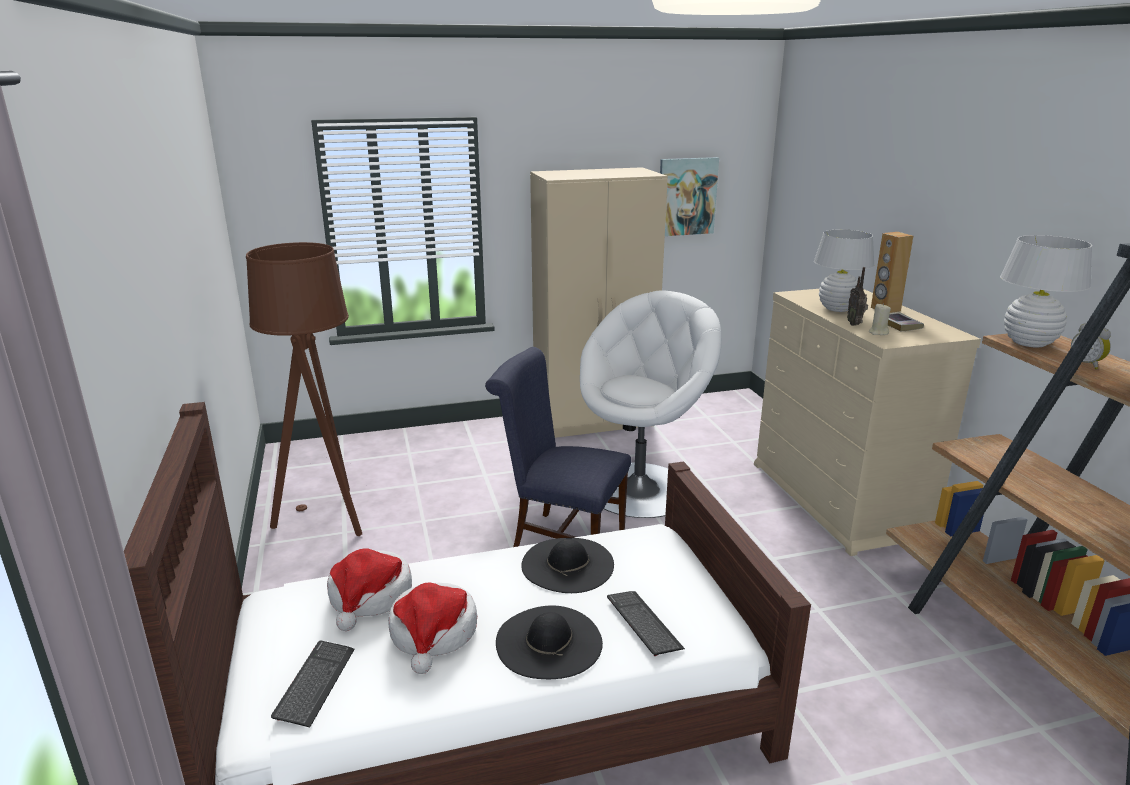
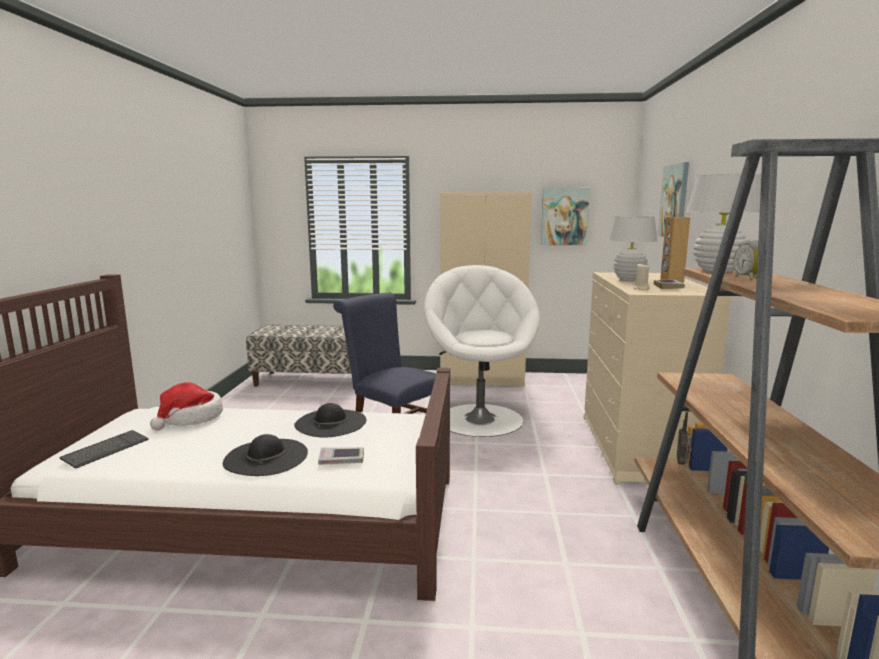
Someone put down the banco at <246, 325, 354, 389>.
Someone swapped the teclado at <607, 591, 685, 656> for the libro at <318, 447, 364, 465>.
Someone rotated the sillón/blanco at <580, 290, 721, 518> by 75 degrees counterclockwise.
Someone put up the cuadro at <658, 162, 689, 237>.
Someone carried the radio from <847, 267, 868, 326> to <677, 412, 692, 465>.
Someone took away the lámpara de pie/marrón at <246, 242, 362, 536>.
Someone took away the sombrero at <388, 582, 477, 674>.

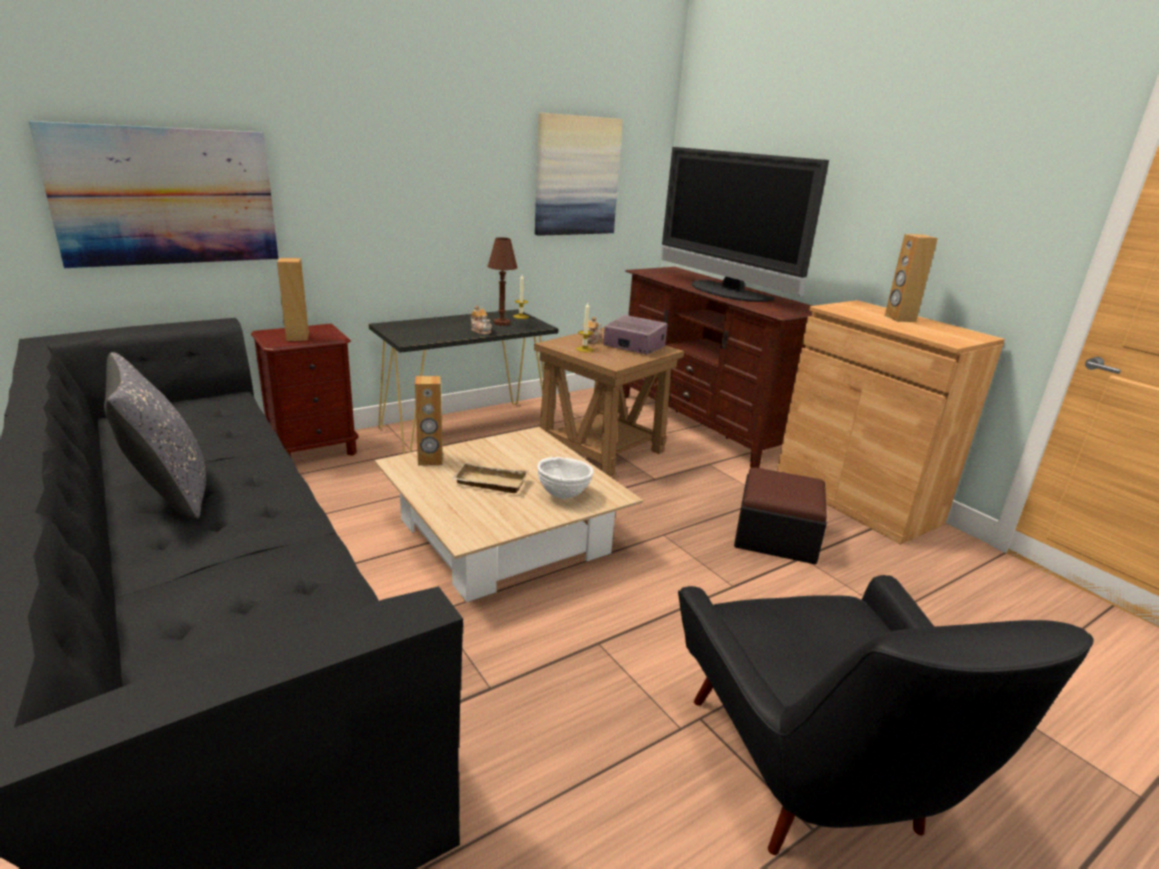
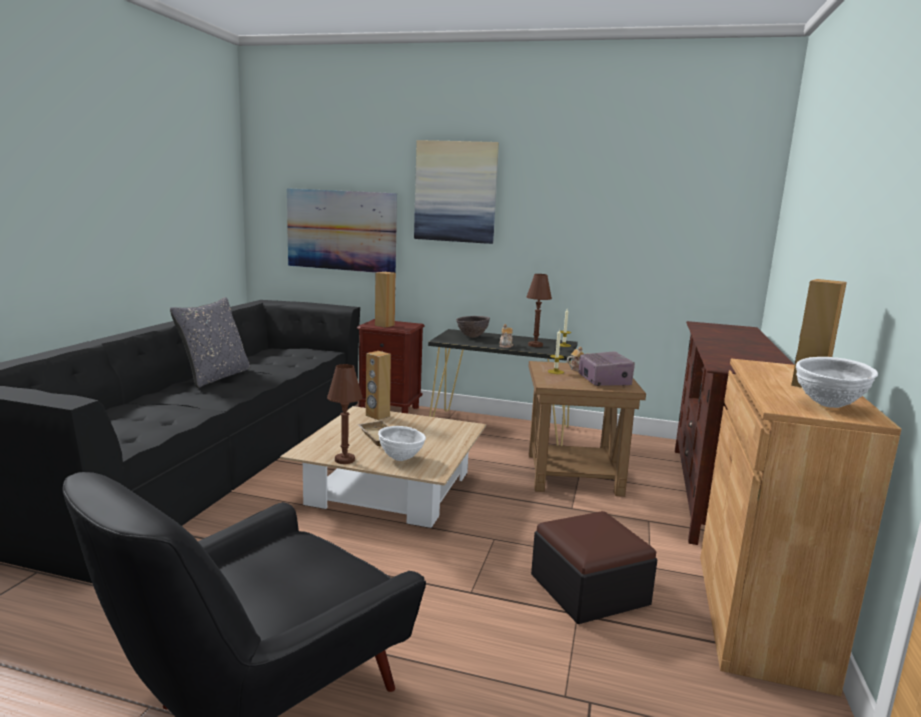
Someone put down the lámpara de mesa/marrón at <327, 364, 363, 464>.
Someone carried the cuadro from <535, 113, 623, 236> to <414, 140, 499, 244>.
Someone put down the cuenco/marrón at <456, 316, 490, 338>.
Someone put down the cuenco/blanco at <796, 357, 878, 408>.
Someone took away the televisor at <661, 147, 829, 302>.

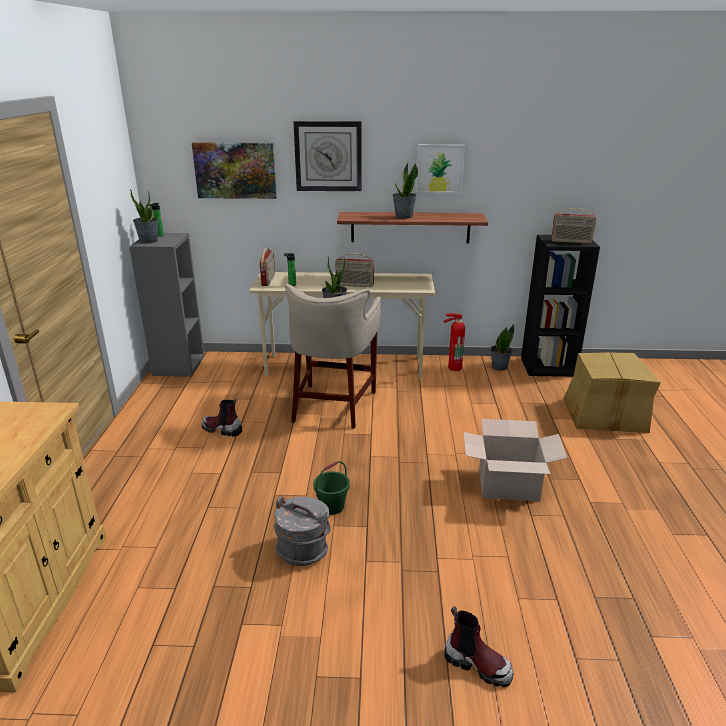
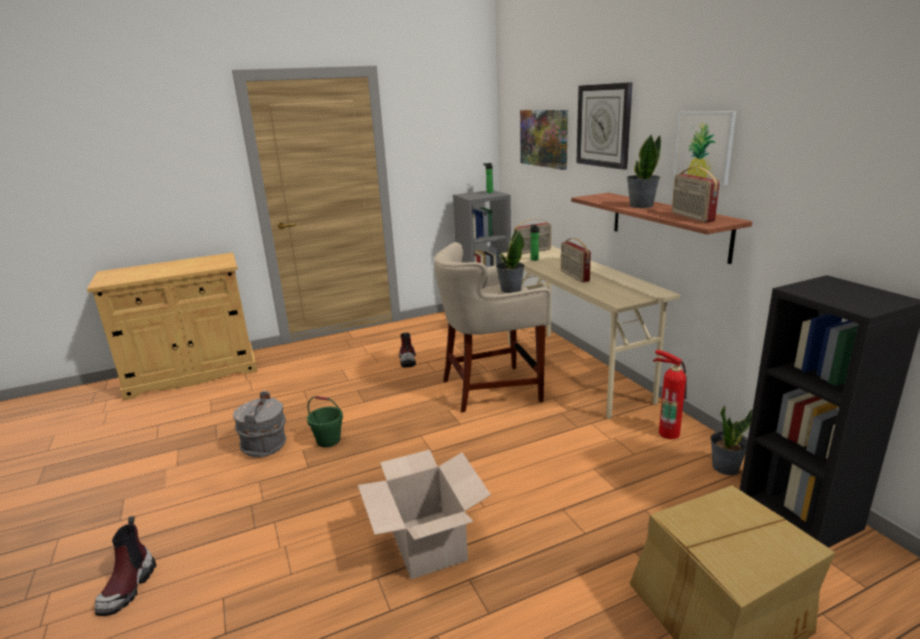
Someone carried the radio from <551, 208, 596, 244> to <672, 167, 720, 222>.
Someone took away the planta en maceta at <130, 189, 158, 244>.

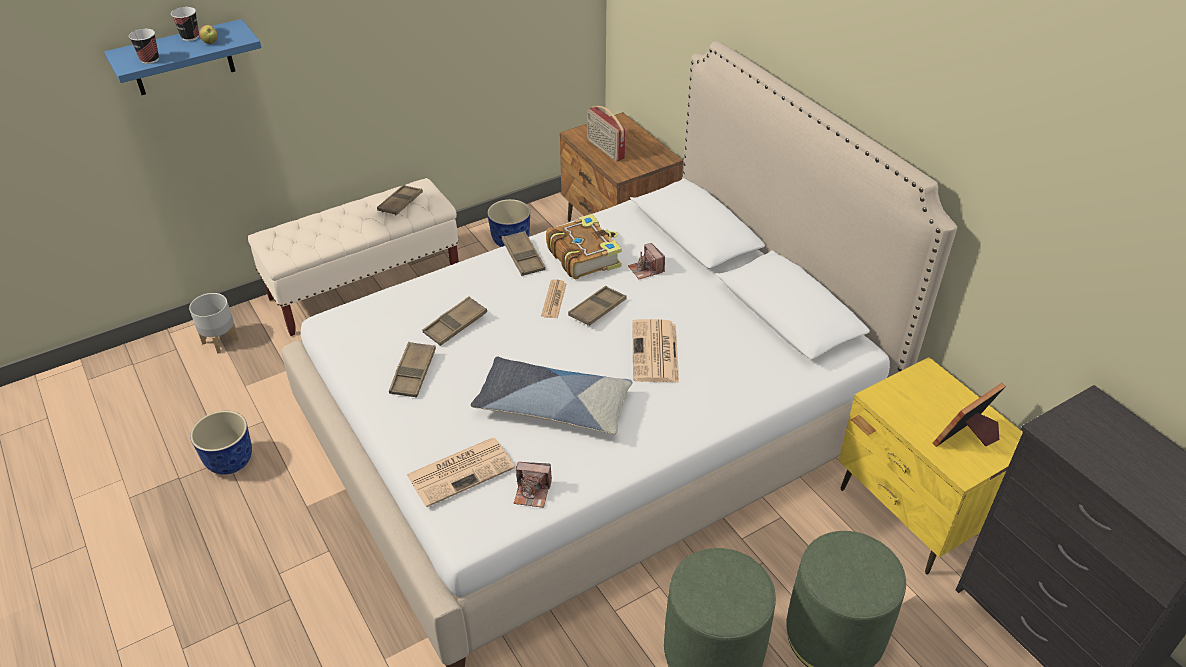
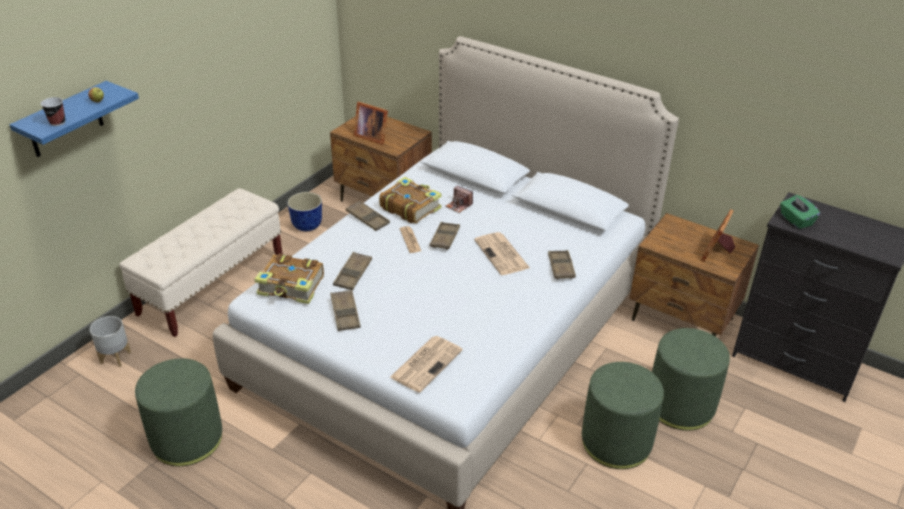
Someone swapped the maceta at <190, 411, 252, 475> for the puf/verde at <135, 358, 222, 466>.
Someone put down the libro at <254, 254, 324, 304>.
Someone swapped the radio at <587, 106, 625, 161> for the portarretratos at <354, 102, 388, 145>.
Someone carried the bandeja/marrón from <377, 185, 423, 216> to <548, 250, 576, 279>.
Someone repainted the mesita de noche/amarillo at <838, 357, 1023, 574>, which became the mesita de noche/marrón at <629, 213, 759, 337>.
Someone put down the caja de pañuelos/verde at <780, 195, 820, 229>.
Someone took away the taza at <171, 7, 199, 41>.
Someone took away the cojín at <471, 357, 633, 434>.
Someone took away the cámara at <514, 462, 552, 508>.

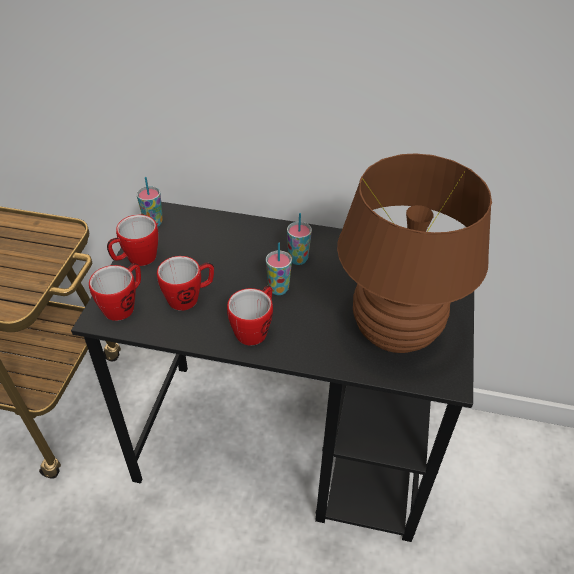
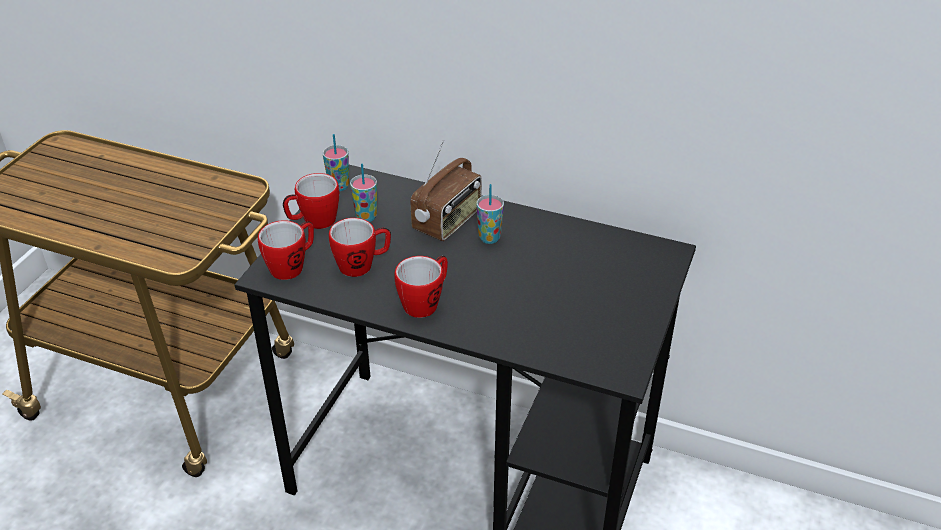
Someone carried the taza from <266, 243, 292, 295> to <350, 164, 377, 222>.
Someone put down the radio at <411, 140, 482, 241>.
Someone took away the lámpara de mesa/marrón at <337, 153, 492, 353>.

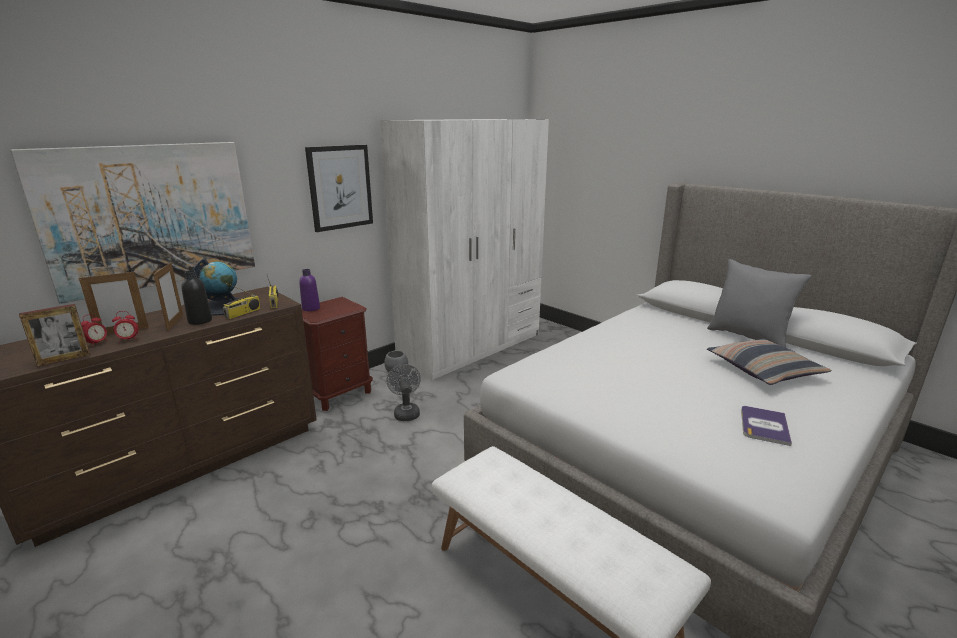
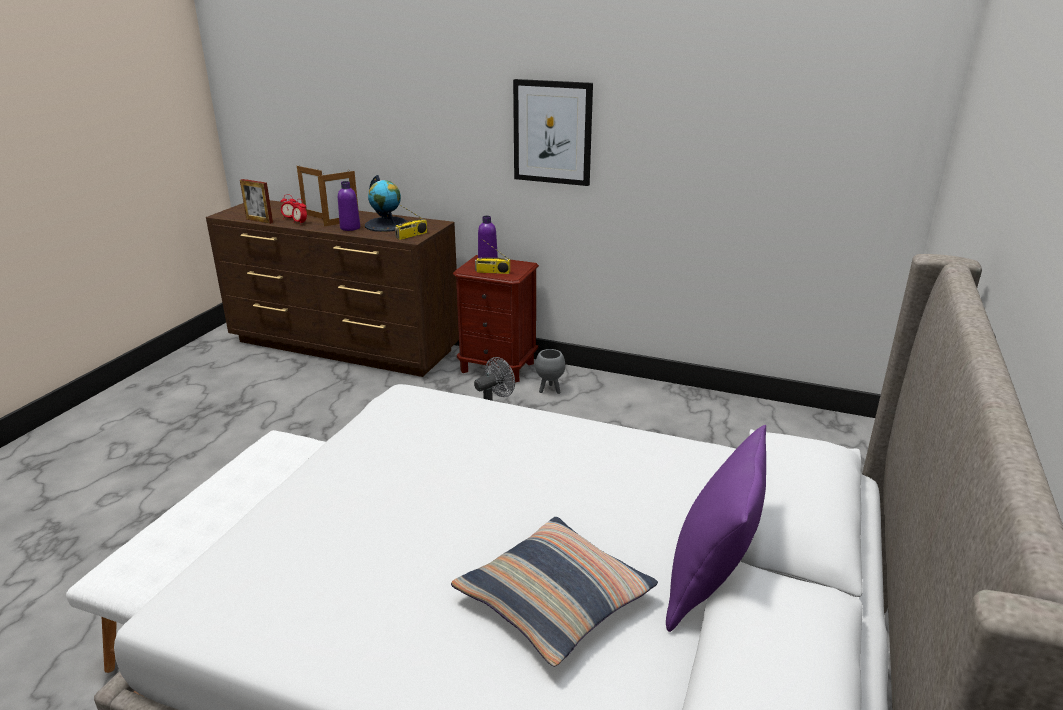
Someone repainted the botella/negro at <182, 270, 212, 325>, which became the botella/morado at <338, 181, 360, 231>.
Someone carried the radio from <223, 282, 261, 319> to <475, 239, 510, 274>.
Someone repainted the cojín/gris at <707, 259, 811, 348>, which became the cojín/morado at <666, 425, 766, 632>.
Someone took away the cuadro at <10, 142, 255, 304>.
Someone took away the armario ropero/blanco at <380, 119, 549, 381>.
Someone took away the libro at <741, 406, 792, 446>.

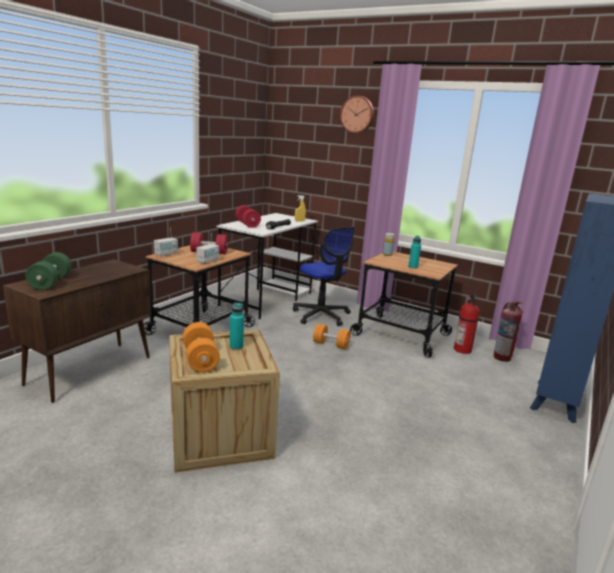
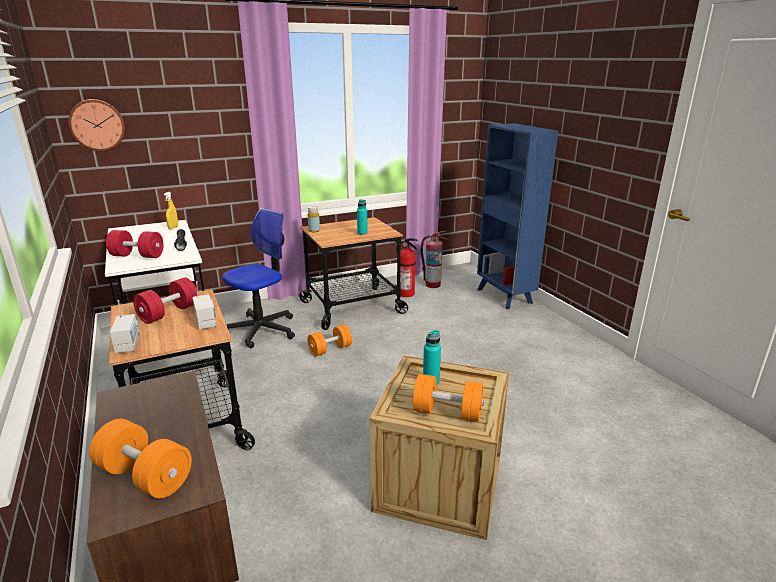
Someone carried the reloj de pared from <340, 96, 374, 134> to <68, 99, 125, 151>.
Someone repainted the mancuerna/verde at <25, 252, 72, 290>, which became the mancuerna/naranja at <89, 419, 192, 498>.
Someone rotated the silla de oficina at <293, 227, 355, 326> by 45 degrees counterclockwise.

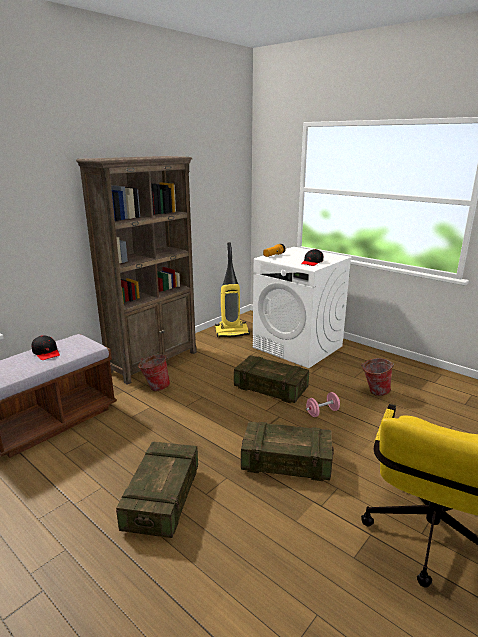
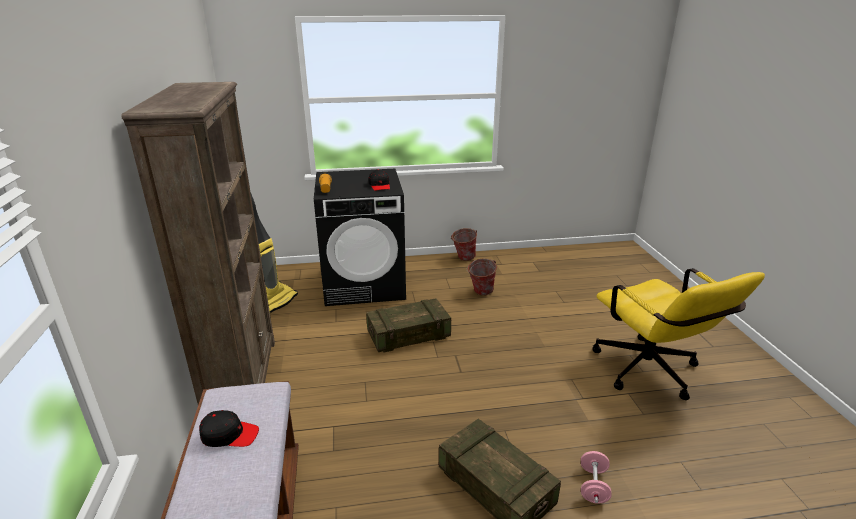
Someone repainted the lavadora/blanco at <253, 247, 352, 368>, which became the lavadora/negro at <314, 169, 406, 306>.
Someone carried the cubo from <138, 354, 170, 391> to <450, 228, 477, 261>.
Someone carried the mancuerna/rosa from <306, 392, 340, 417> to <581, 451, 612, 504>.
Someone took away the caja de embalaje at <241, 421, 334, 481>.

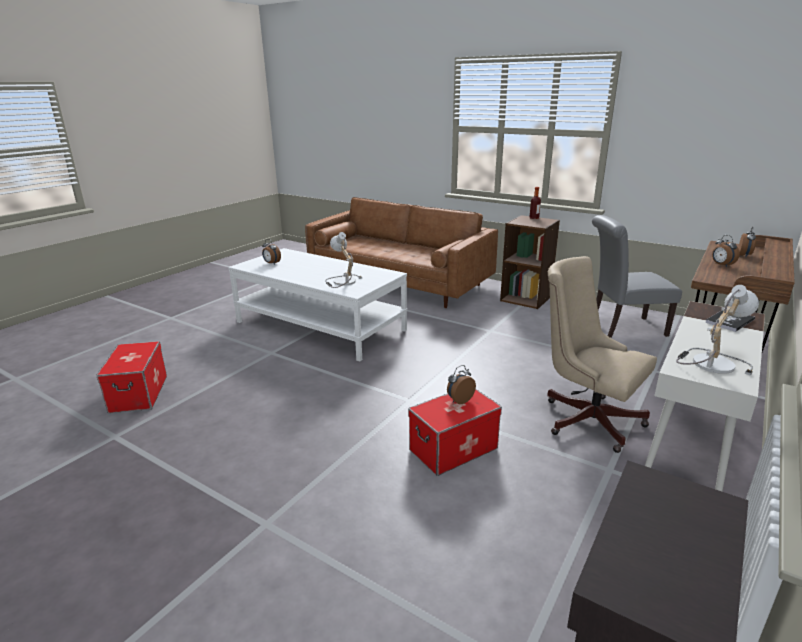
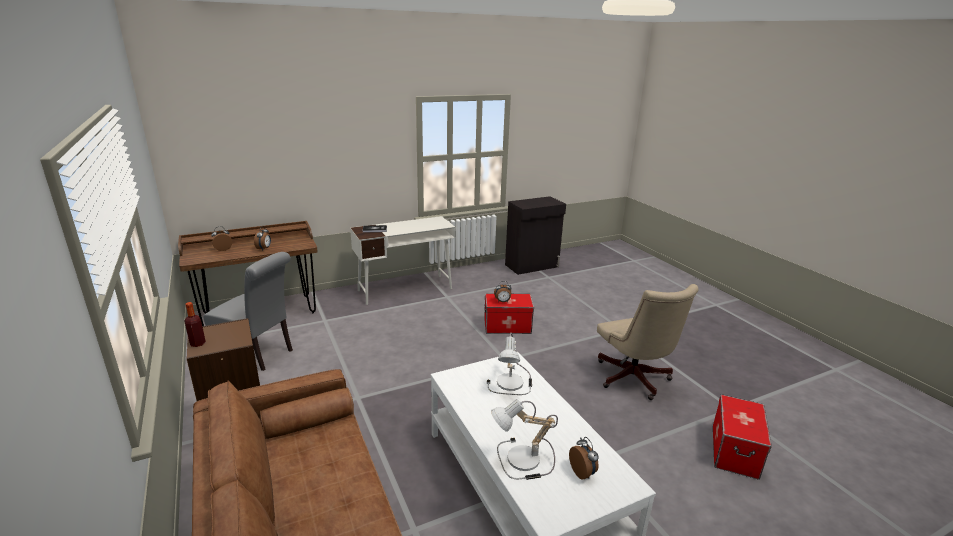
Someone carried the lámpara de mesa from <676, 285, 759, 375> to <491, 399, 558, 480>.
Someone carried the silla de oficina/beis from <547, 256, 657, 453> to <597, 284, 698, 400>.

